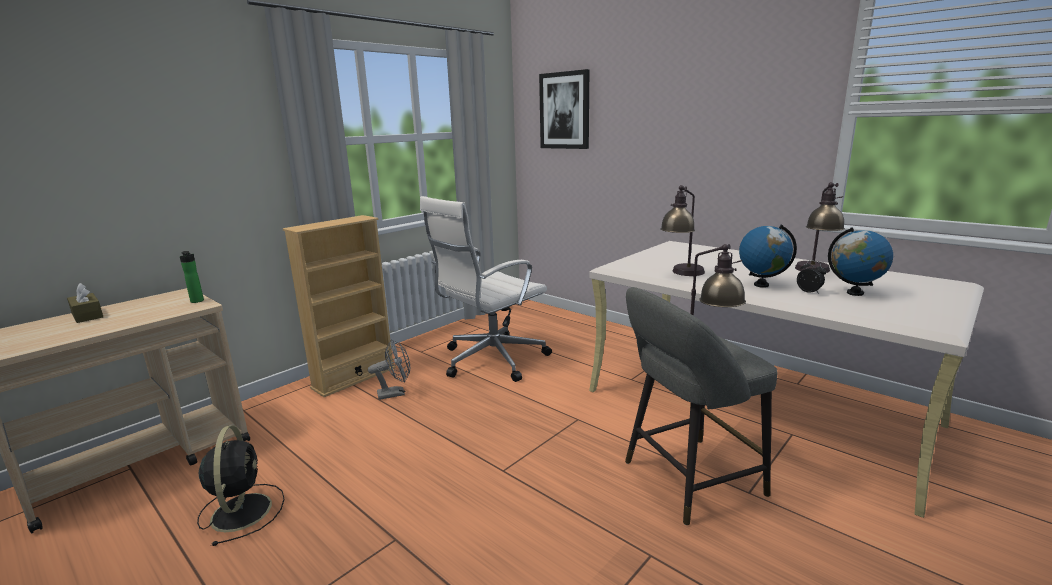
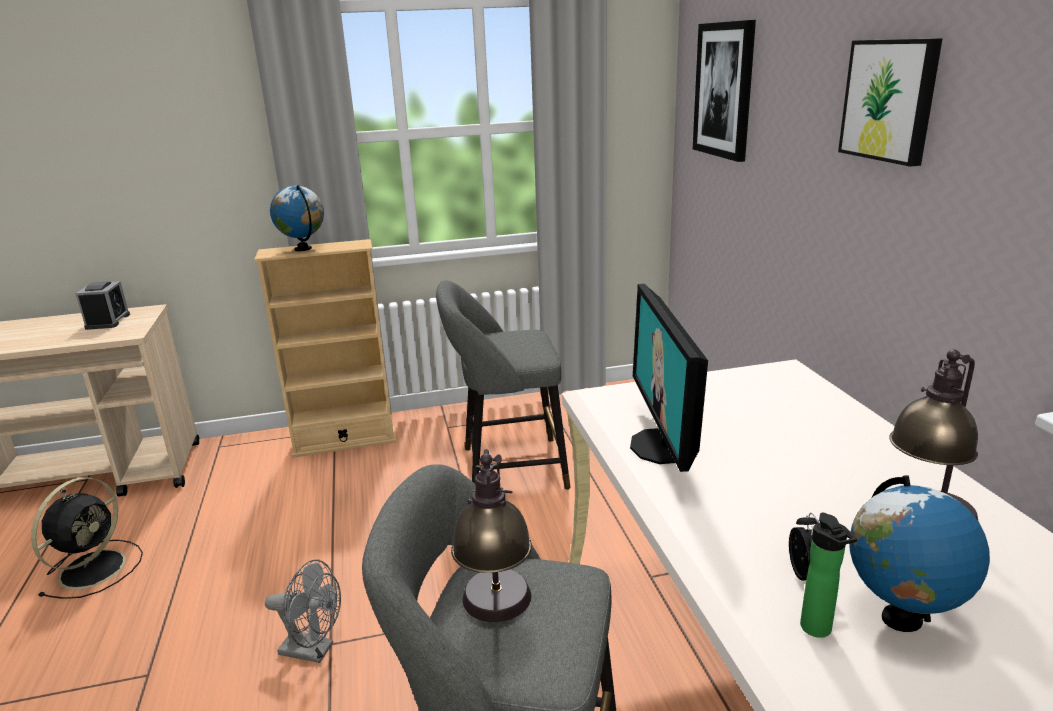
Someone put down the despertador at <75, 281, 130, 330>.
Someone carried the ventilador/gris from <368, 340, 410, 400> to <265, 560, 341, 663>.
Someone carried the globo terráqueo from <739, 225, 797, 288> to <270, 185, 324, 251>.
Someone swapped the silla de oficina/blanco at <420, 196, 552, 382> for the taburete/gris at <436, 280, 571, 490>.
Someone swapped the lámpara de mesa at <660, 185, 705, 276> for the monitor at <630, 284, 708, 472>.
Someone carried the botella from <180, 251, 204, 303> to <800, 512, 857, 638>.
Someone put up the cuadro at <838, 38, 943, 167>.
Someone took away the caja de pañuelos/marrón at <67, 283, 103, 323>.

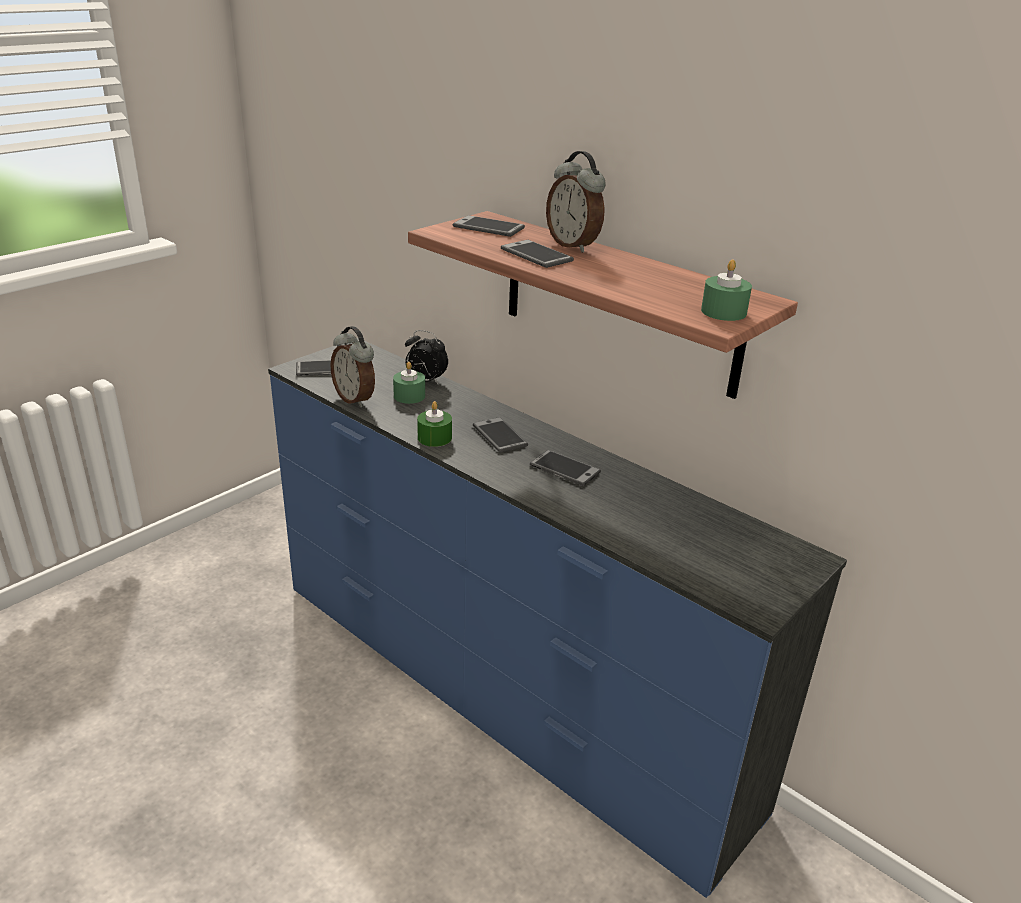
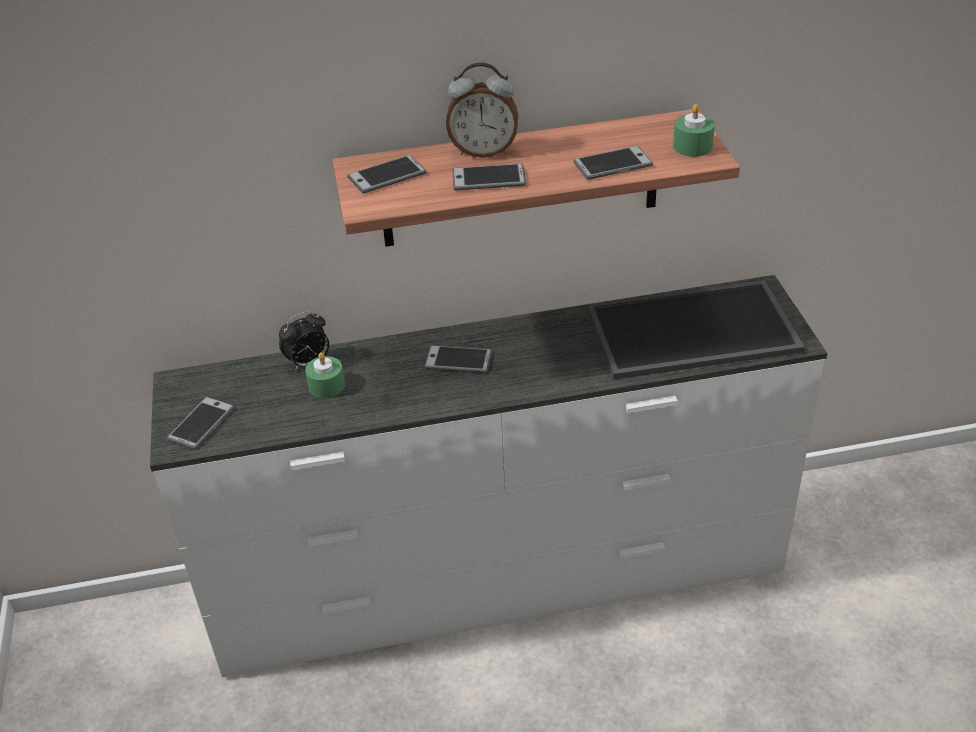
Someone repainted the cómoda/azul at <268, 338, 847, 898>, which became the cómoda/blanco at <150, 275, 828, 678>.
Someone carried the móvil from <530, 450, 601, 486> to <573, 146, 653, 180>.
Someone put down the bandeja at <587, 280, 805, 379>.
Someone took away the despertador at <330, 326, 375, 408>.
Someone took away the vela/verde at <417, 401, 452, 447>.

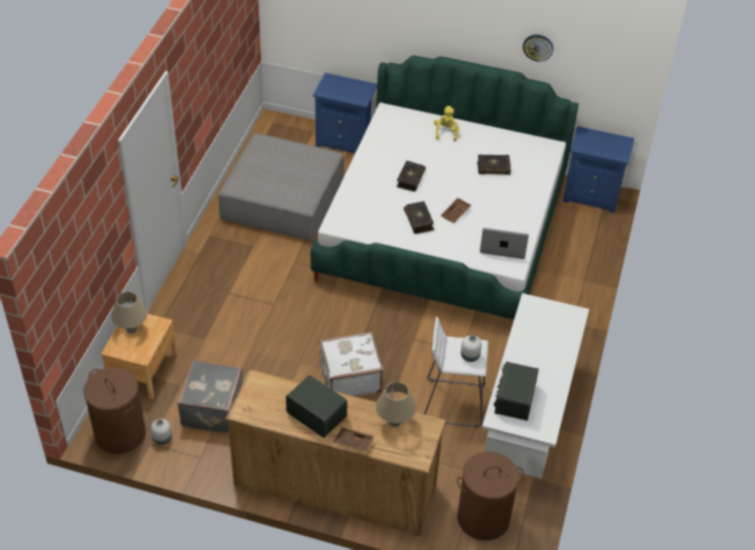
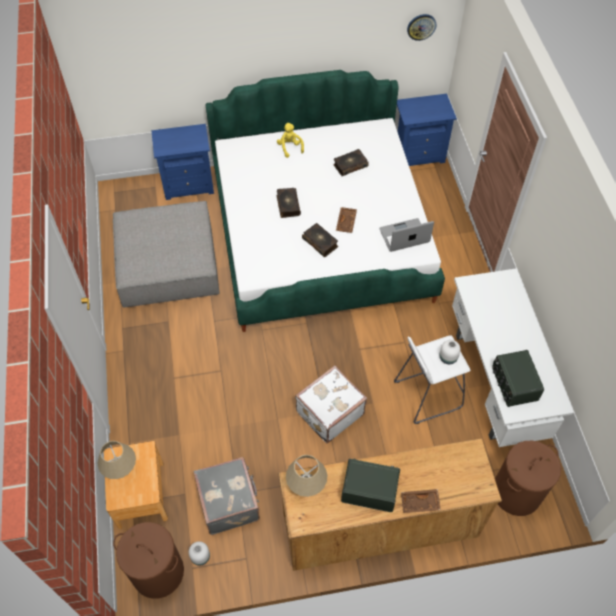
Someone carried the lámpara de mesa/beis from <376, 382, 416, 427> to <286, 455, 327, 497>.
Someone carried the reloj de pared from <523, 34, 553, 61> to <407, 14, 436, 41>.

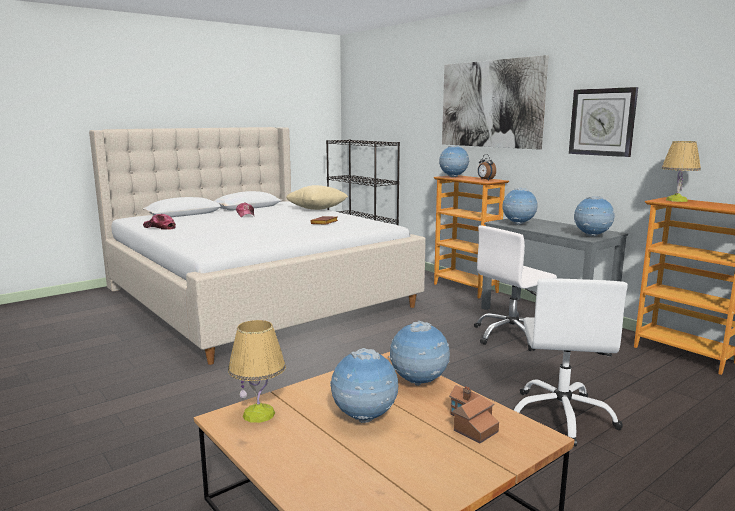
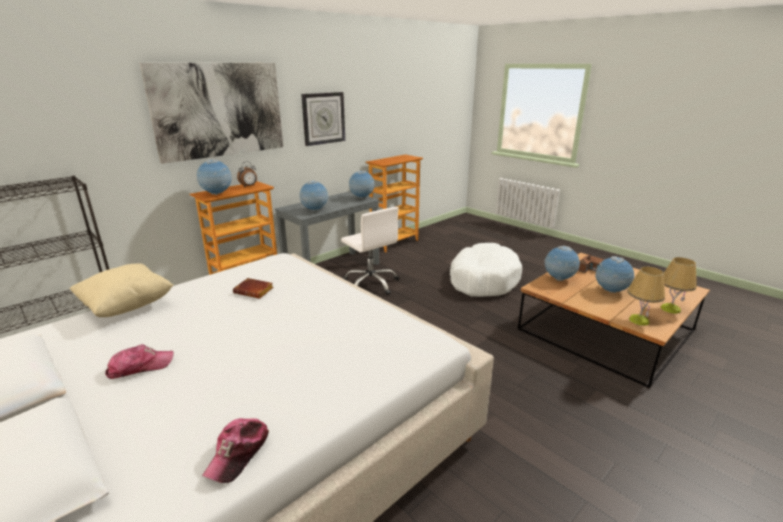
Someone swapped the silla de oficina/blanco at <514, 278, 628, 447> for the cama para perro/blanco at <450, 243, 522, 297>.
Someone carried the lámpara de mesa from <661, 141, 701, 202> to <661, 257, 697, 314>.

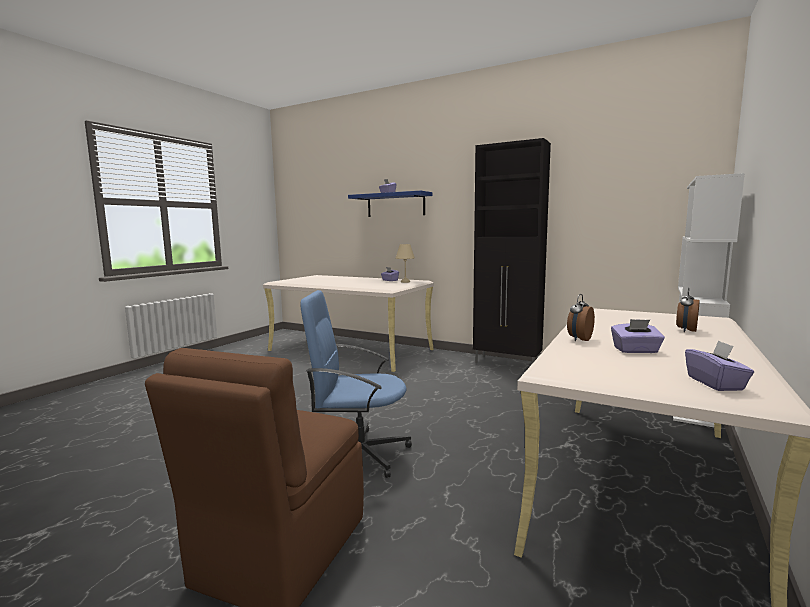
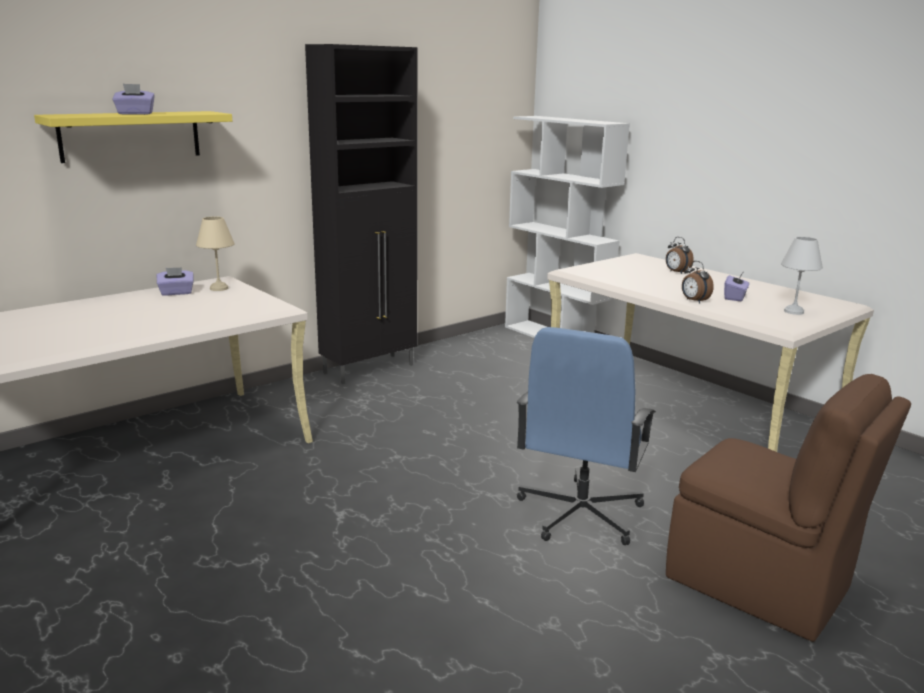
Someone repainted the estante/azul at <348, 190, 433, 217>, which became the estante/amarillo at <34, 111, 232, 163>.
Someone put down the lámpara de mesa/blanco at <781, 237, 823, 315>.
Someone took away the caja de pañuelos/morado at <685, 340, 754, 391>.

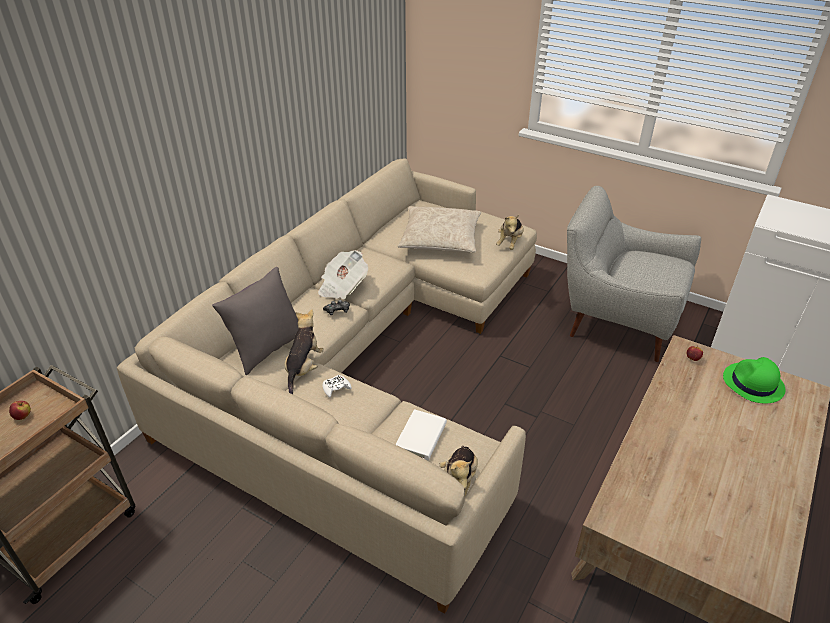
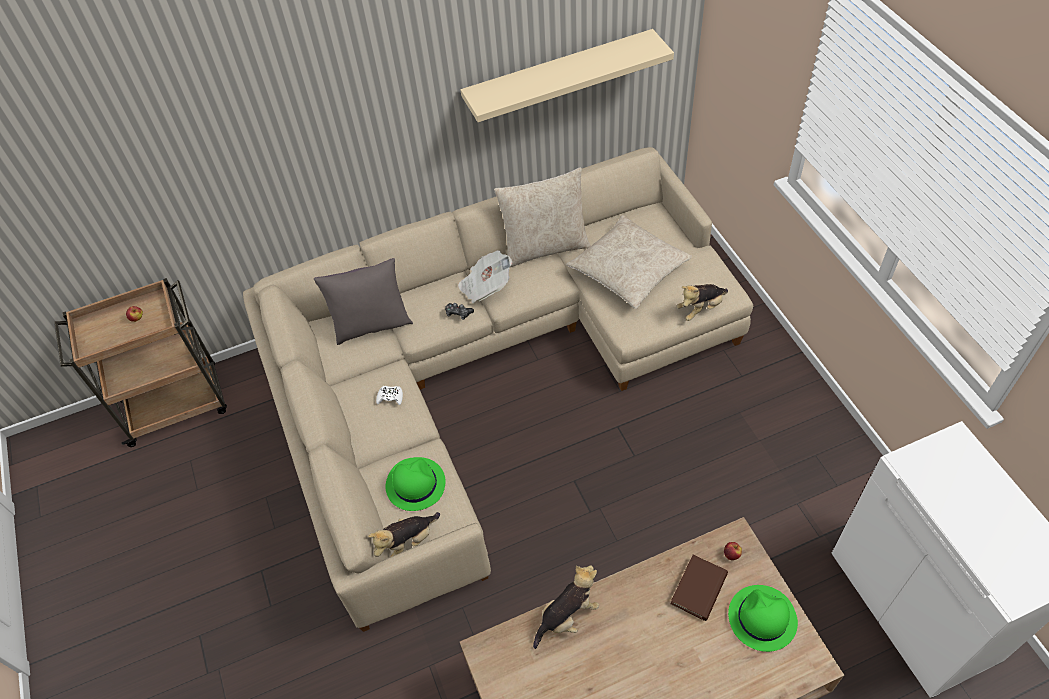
Someone swapped the libro/blanco at <395, 409, 447, 461> for the sombrero/verde at <386, 457, 446, 511>.
Someone put up the estante/beis at <460, 29, 674, 122>.
Someone put down the cojín/beis at <494, 167, 591, 267>.
Someone carried the peluche from <284, 309, 324, 394> to <533, 565, 599, 649>.
Someone put down the libro/marrón at <671, 555, 728, 621>.
Someone took away the sillón/gris at <567, 186, 701, 362>.

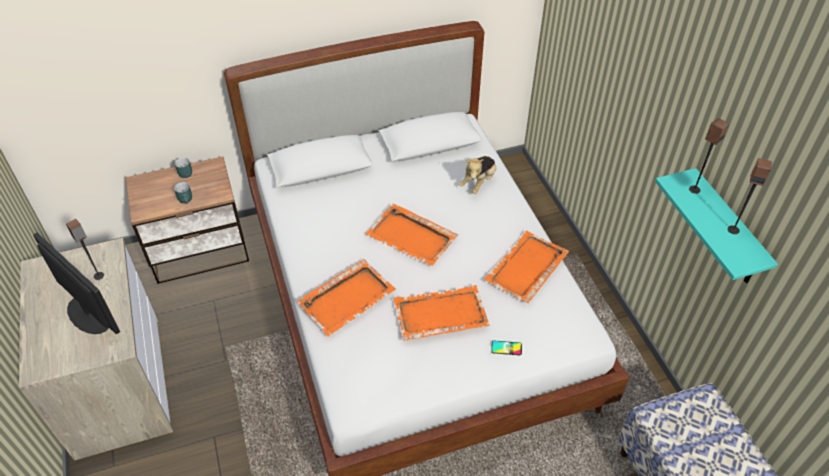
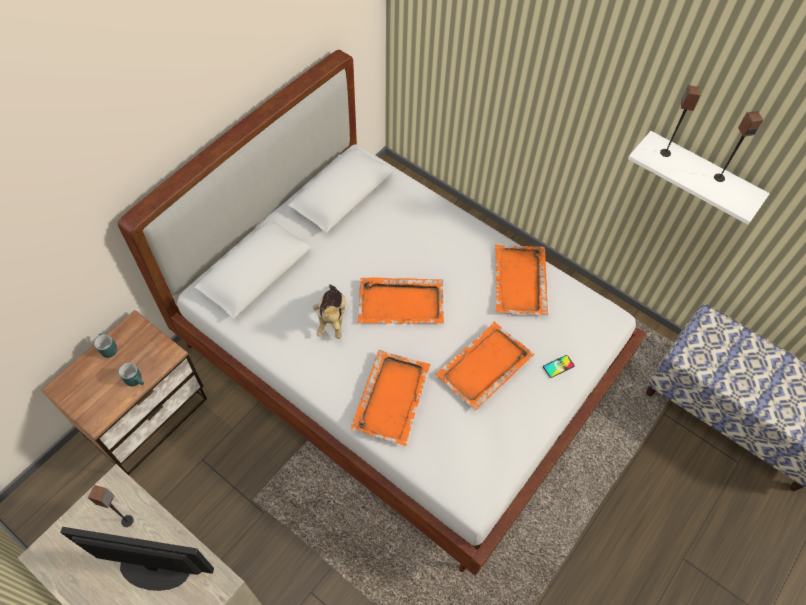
Someone carried the peluche from <459, 156, 496, 194> to <313, 285, 346, 339>.
Someone repainted the estante/turquesa at <655, 168, 778, 283>, which became the estante/blanco at <628, 131, 770, 225>.

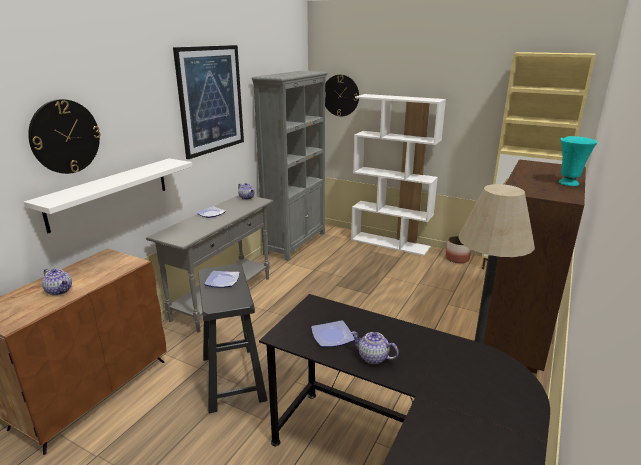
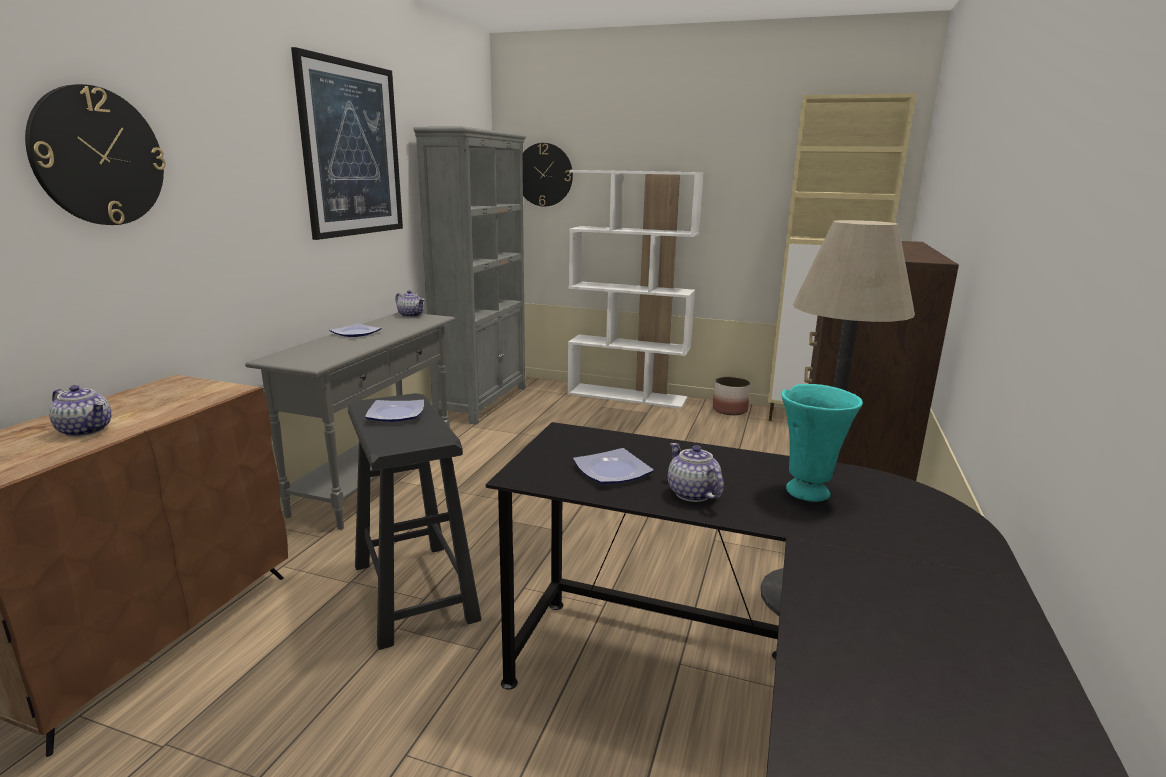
Someone rotated the tetera at <351, 331, 399, 364> by 45 degrees clockwise.
Someone carried the florero/turquesa from <559, 136, 597, 186> to <781, 384, 863, 502>.
Someone took away the estante/blanco at <24, 158, 192, 233>.

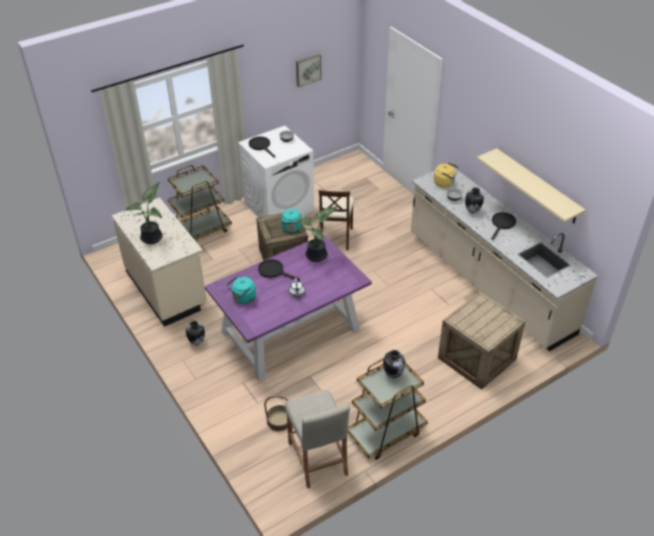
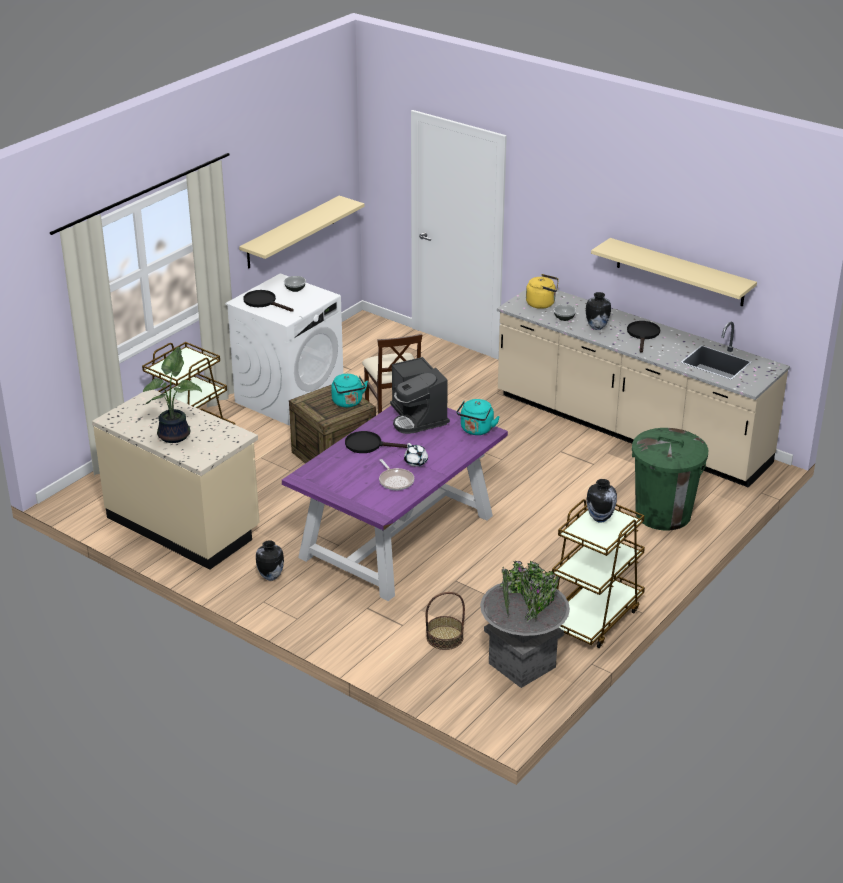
Someone put up the estante/beis at <239, 196, 365, 268>.
Someone put down the sartén at <379, 459, 414, 490>.
Someone swapped the planta en maceta at <296, 206, 339, 262> for the cafetera at <390, 357, 450, 434>.
Someone carried the hervidor/turquesa from <226, 277, 256, 304> to <456, 399, 500, 435>.
Someone swapped the taburete/beis at <285, 390, 350, 489> for the maceta/gris at <480, 561, 570, 688>.
Someone swapped the caja de embalaje at <438, 292, 525, 390> for the papelera/verde at <632, 428, 708, 530>.
Someone took away the cuadro at <296, 54, 322, 87>.

